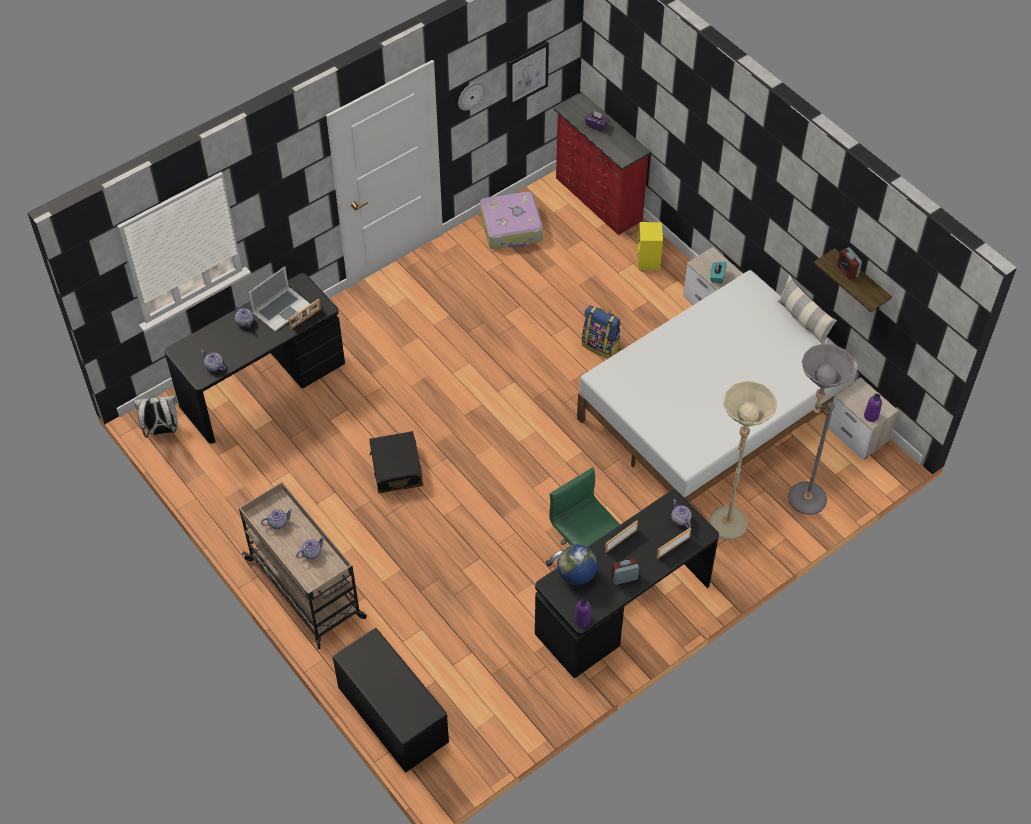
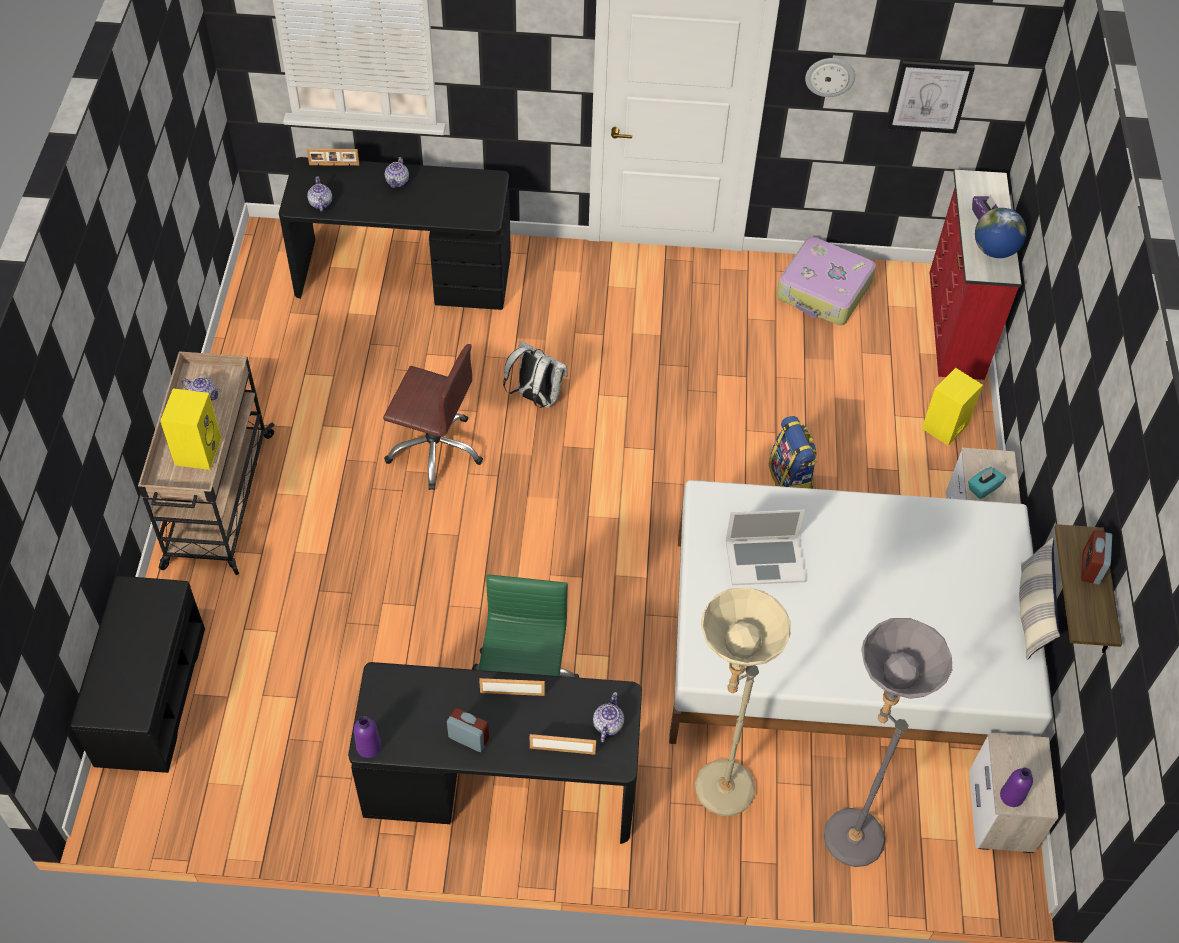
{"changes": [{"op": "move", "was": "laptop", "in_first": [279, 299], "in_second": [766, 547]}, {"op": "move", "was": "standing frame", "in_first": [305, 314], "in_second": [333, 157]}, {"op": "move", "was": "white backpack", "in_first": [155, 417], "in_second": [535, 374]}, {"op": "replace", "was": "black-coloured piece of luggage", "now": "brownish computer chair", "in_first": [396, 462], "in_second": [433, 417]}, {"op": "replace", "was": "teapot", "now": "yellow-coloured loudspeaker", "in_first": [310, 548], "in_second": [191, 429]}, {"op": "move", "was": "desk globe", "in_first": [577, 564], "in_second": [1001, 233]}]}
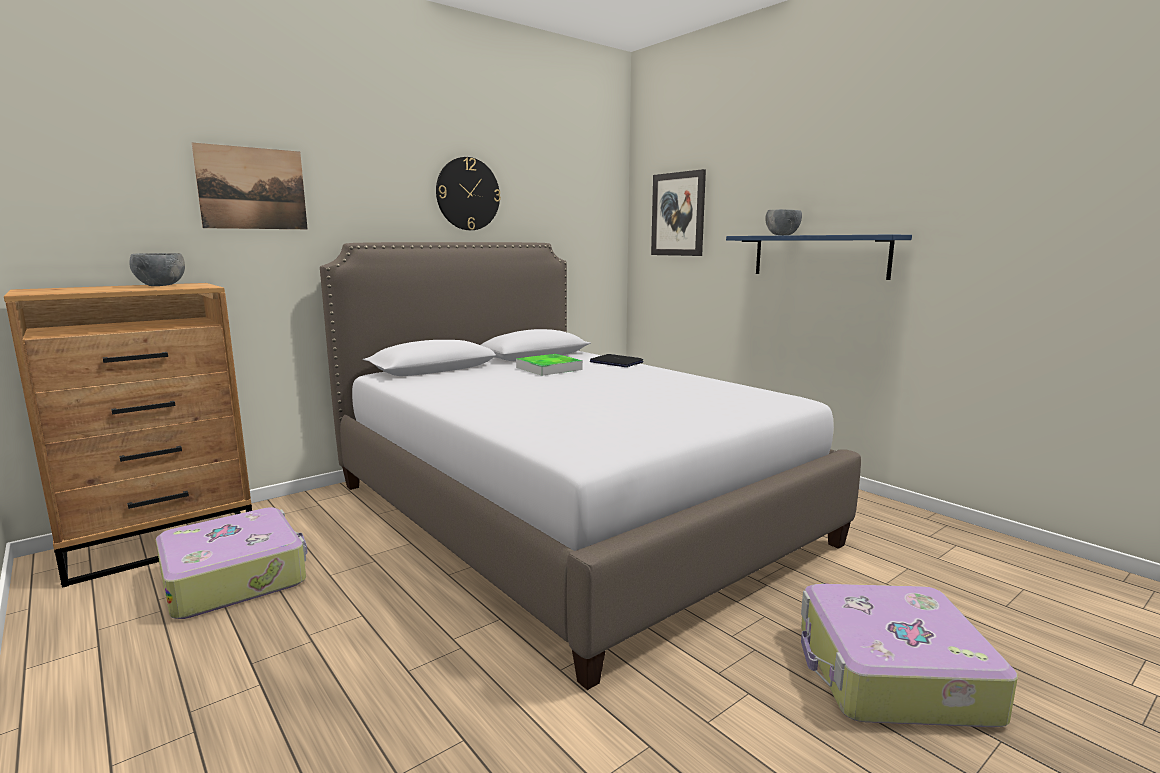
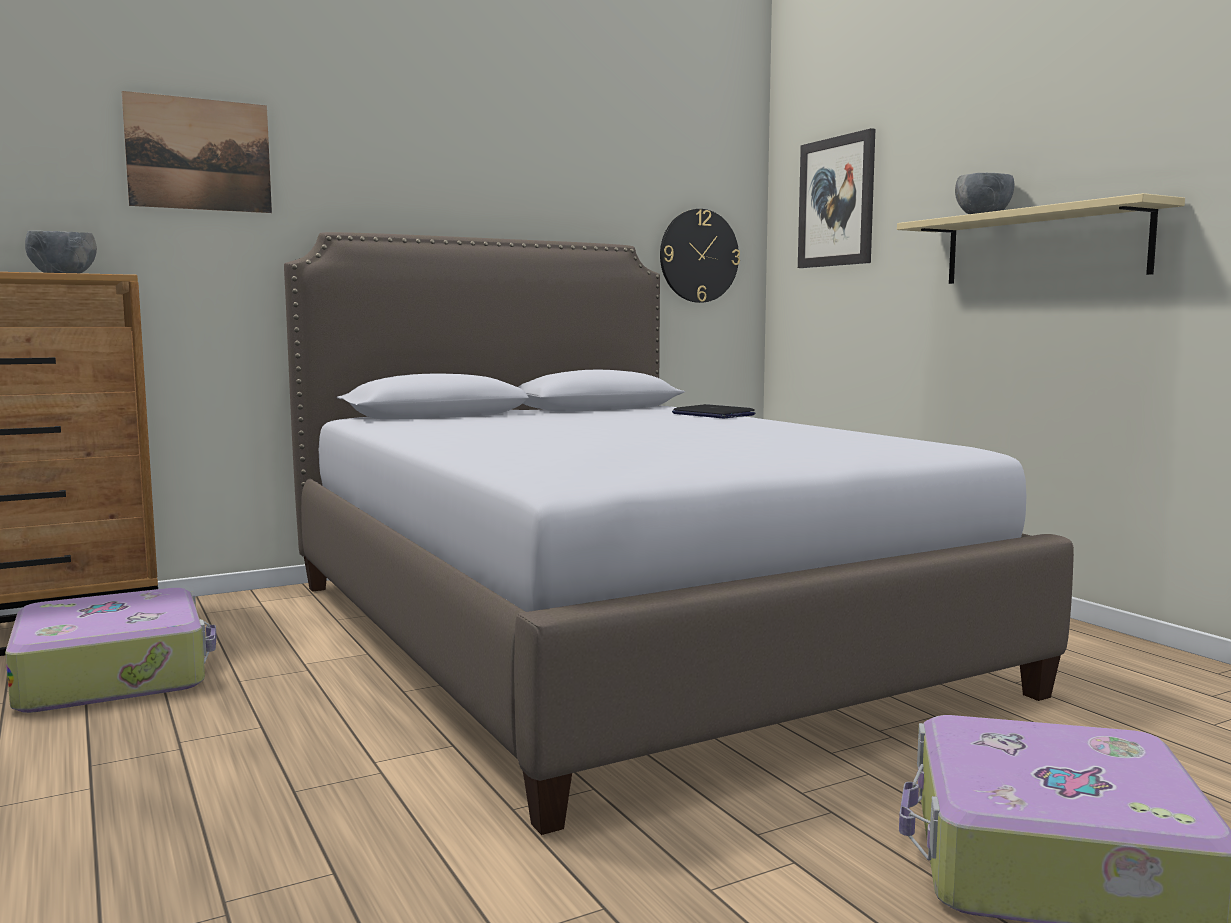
{"changes": [{"op": "move", "was": "hanging clock", "in_first": [468, 193], "in_second": [700, 256]}, {"op": "recolor", "was": "blue wall shelf", "now": "sand-coloured wall shelf", "in_first": [819, 257], "in_second": [1041, 238]}, {"op": "delete", "was": "serving tray", "in_first": [549, 365]}]}
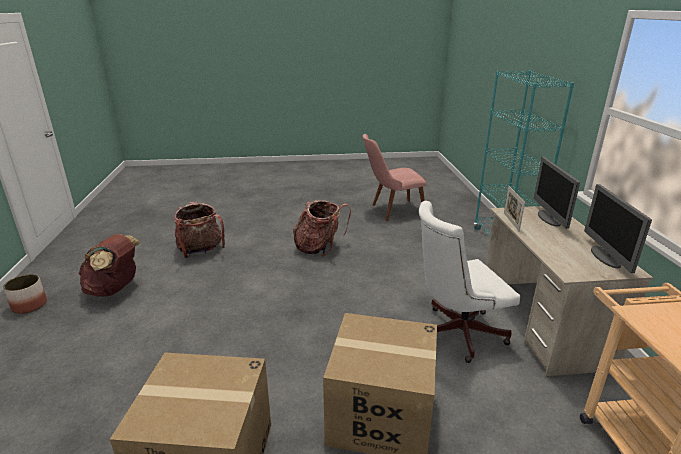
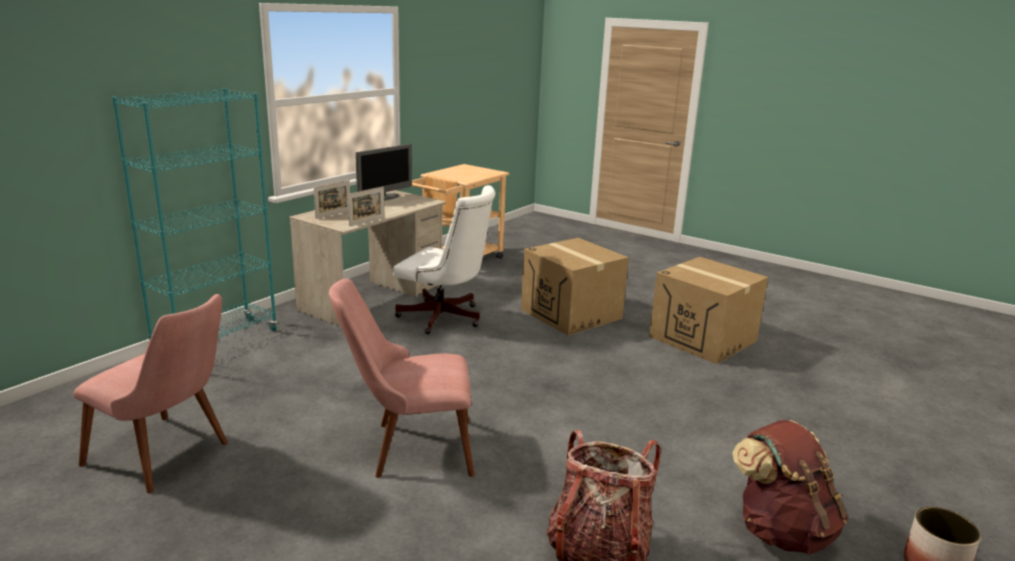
{"changes": [{"op": "replace", "was": "monitor", "now": "standing frame", "in_first": [557, 193], "in_second": [332, 199]}, {"op": "replace", "was": "backpack", "now": "pinkish plain chair", "in_first": [322, 228], "in_second": [402, 378]}]}
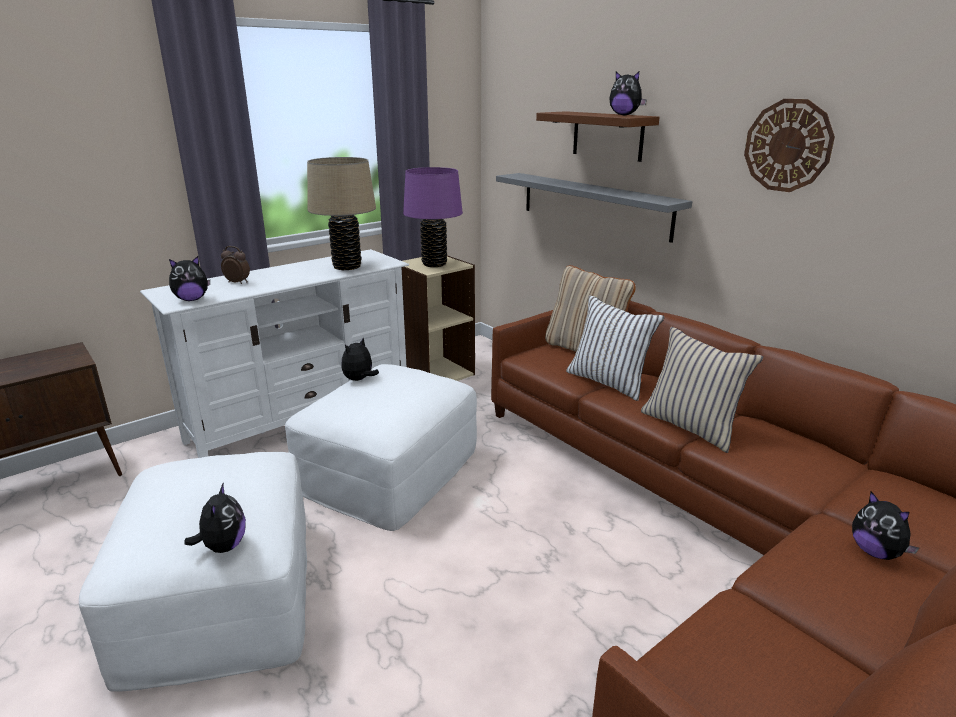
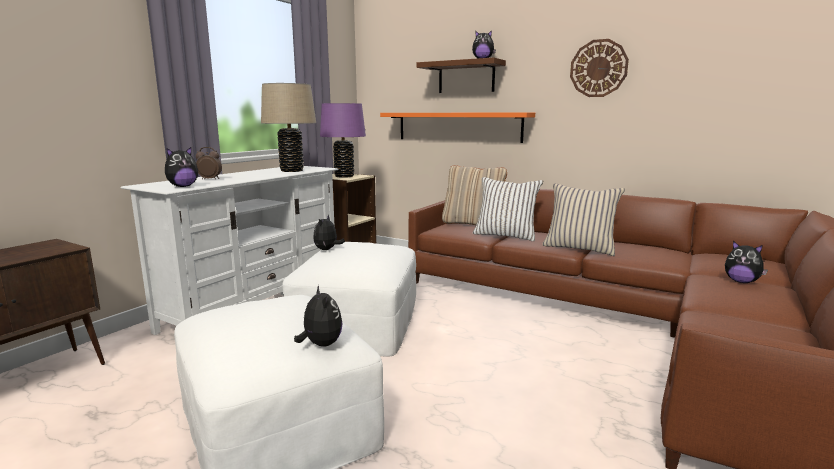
{"changes": [{"op": "recolor", "was": "gray wall shelf", "now": "orange-coloured wall shelf", "in_first": [594, 208], "in_second": [457, 127]}]}
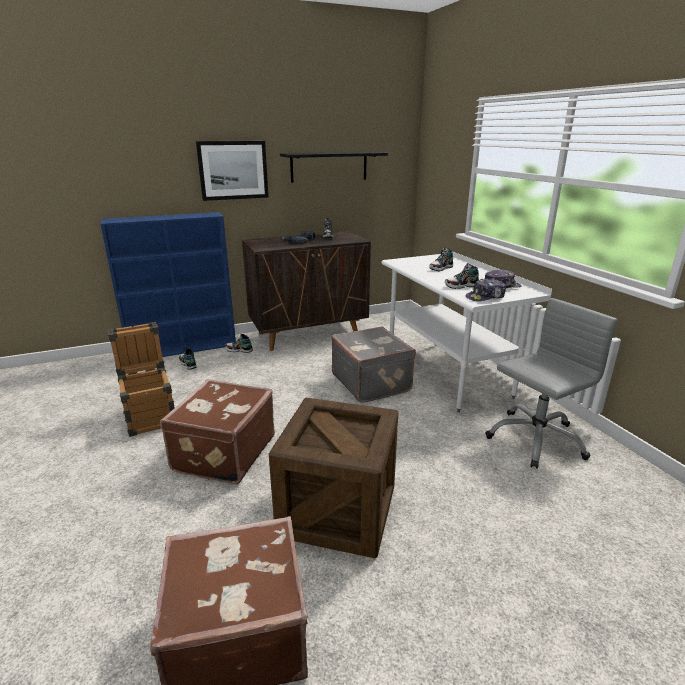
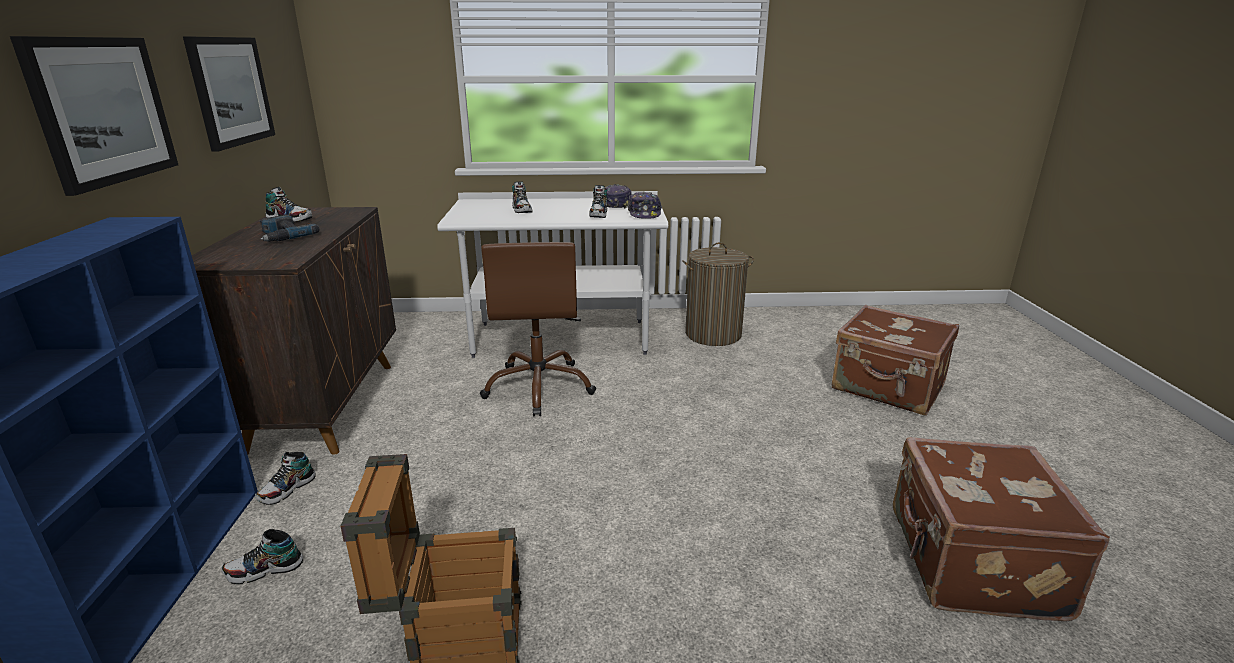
{"changes": [{"op": "replace", "was": "black-coloured wall shelf", "now": "picture", "in_first": [334, 167], "in_second": [229, 94]}, {"op": "replace", "was": "gray computer chair", "now": "washing basket", "in_first": [551, 383], "in_second": [718, 294]}, {"op": "replace", "was": "gray piece of luggage", "now": "brownish computer chair", "in_first": [374, 364], "in_second": [538, 329]}, {"op": "move", "was": "brownish piece of luggage", "in_first": [217, 431], "in_second": [895, 360]}, {"op": "delete", "was": "shipping crate", "in_first": [333, 478]}]}
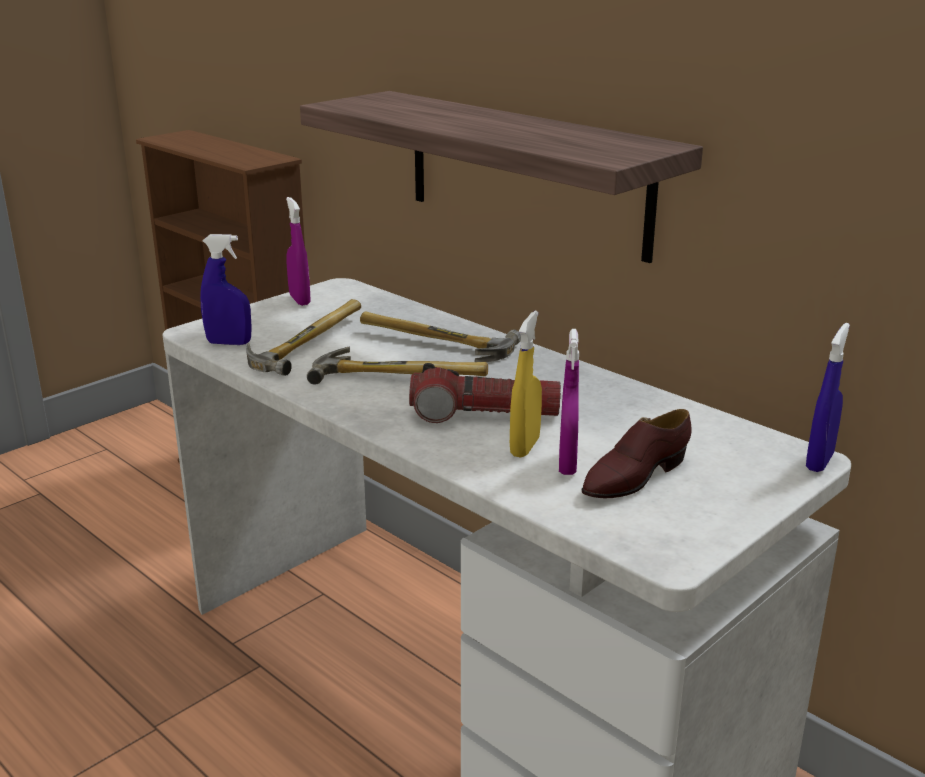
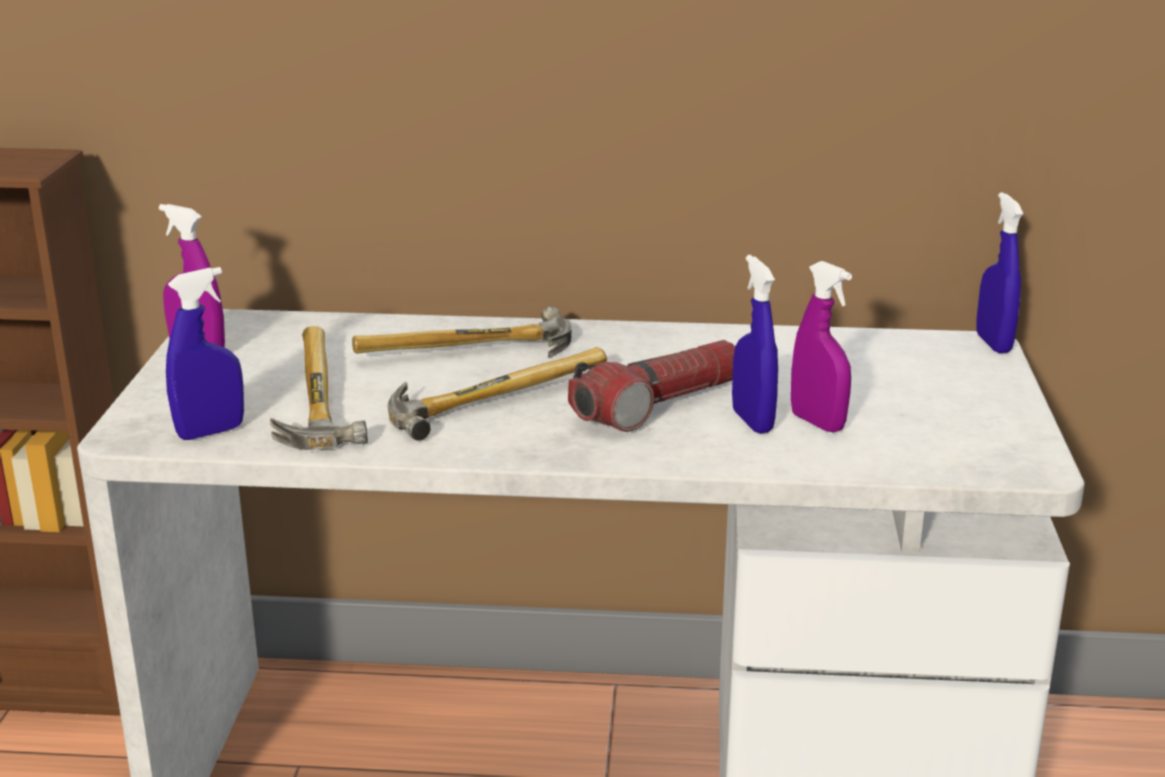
{"changes": [{"op": "delete", "was": "wall shelf", "in_first": [501, 177]}, {"op": "recolor", "was": "yellow-coloured spray bottle", "now": "blue spray bottle", "in_first": [526, 384], "in_second": [755, 344]}, {"op": "delete", "was": "brownish low shoe", "in_first": [637, 453]}]}
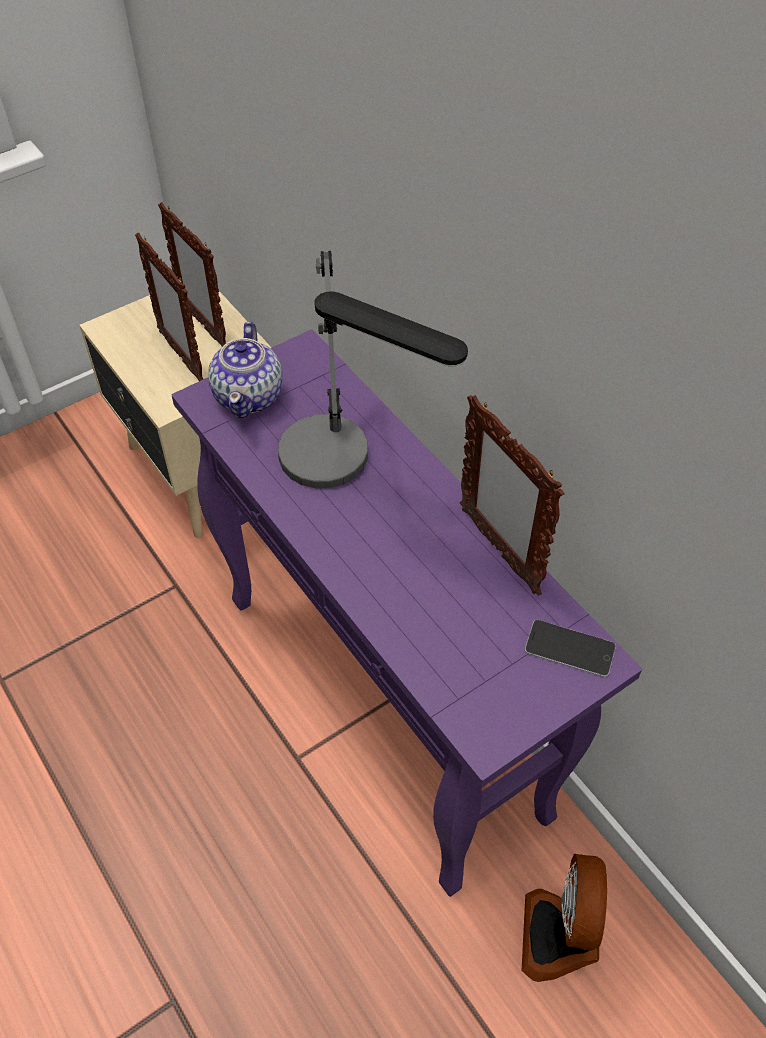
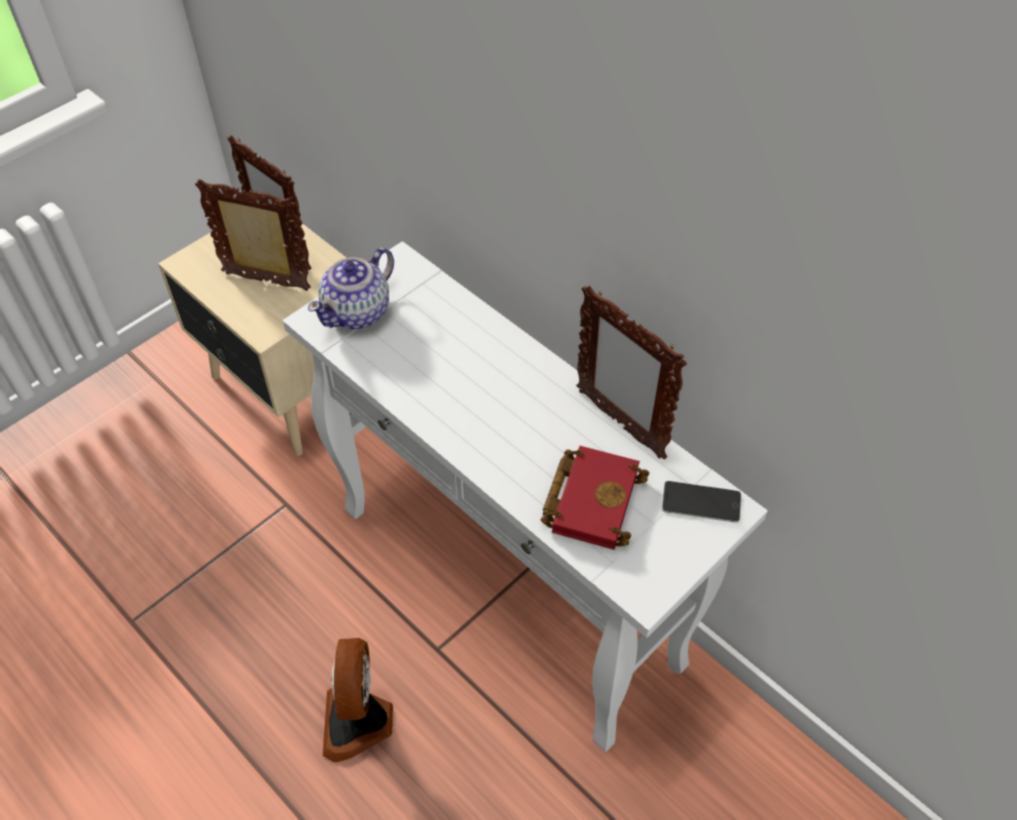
{"changes": [{"op": "rotate", "was": "standing frame", "in_first": [169, 307], "in_second": [253, 235], "clockwise": 150}, {"op": "delete", "was": "table lamp", "in_first": [373, 369]}, {"op": "rotate", "was": "teapot", "in_first": [245, 369], "in_second": [351, 288], "clockwise": 45}, {"op": "recolor", "was": "purple-coloured narrow table", "now": "white narrow table", "in_first": [407, 613], "in_second": [525, 496]}, {"op": "move", "was": "electric fan", "in_first": [564, 918], "in_second": [358, 700]}, {"op": "insert", "now": "red-coloured book", "in_second": [595, 498]}]}
